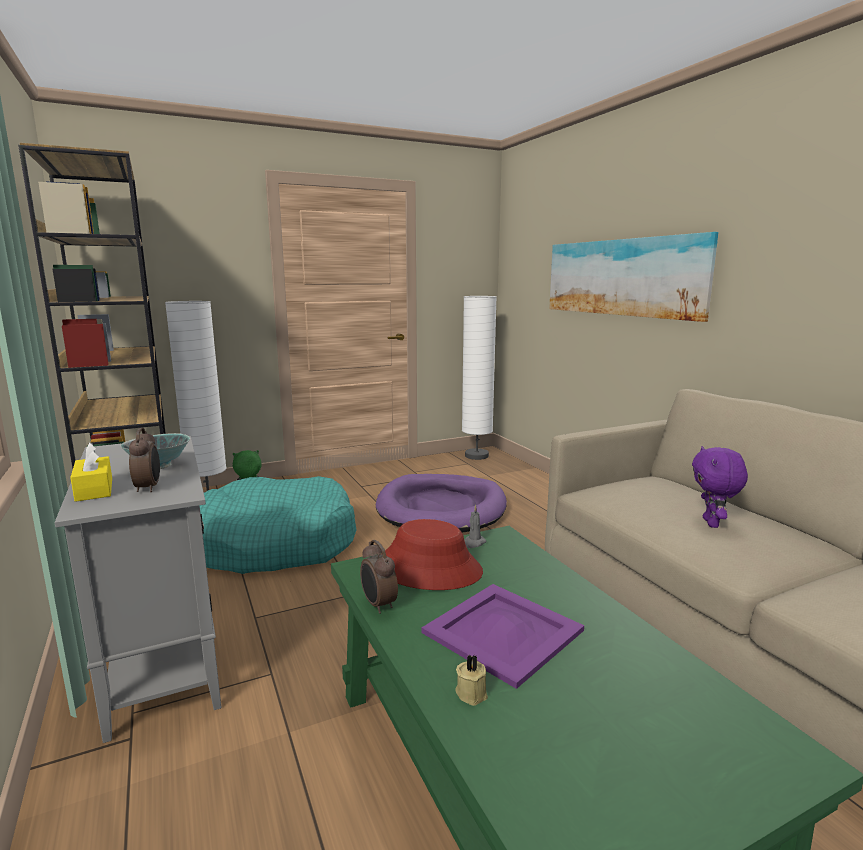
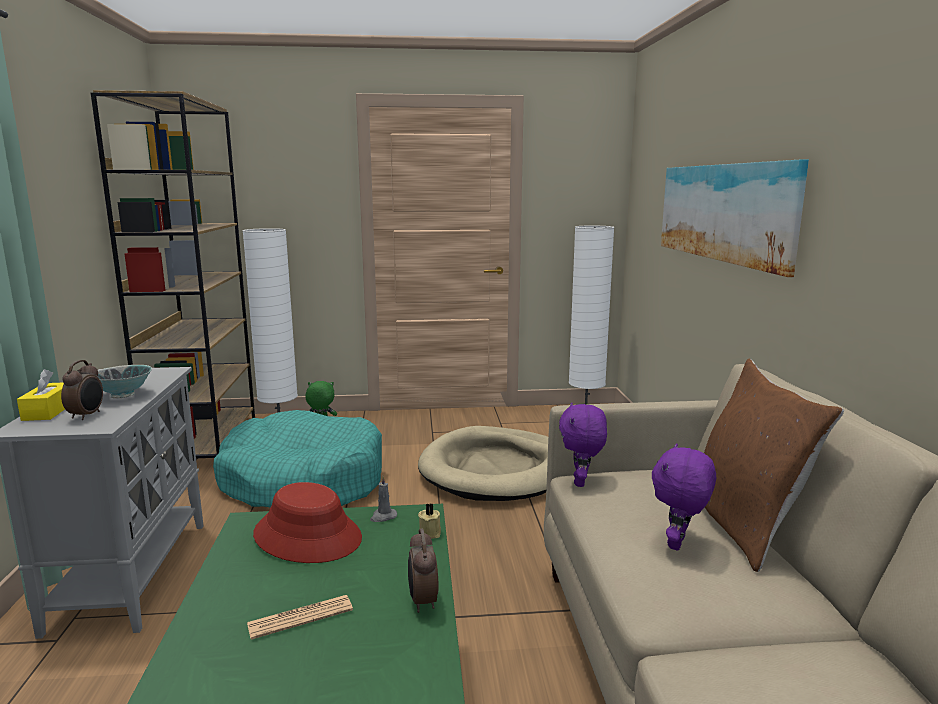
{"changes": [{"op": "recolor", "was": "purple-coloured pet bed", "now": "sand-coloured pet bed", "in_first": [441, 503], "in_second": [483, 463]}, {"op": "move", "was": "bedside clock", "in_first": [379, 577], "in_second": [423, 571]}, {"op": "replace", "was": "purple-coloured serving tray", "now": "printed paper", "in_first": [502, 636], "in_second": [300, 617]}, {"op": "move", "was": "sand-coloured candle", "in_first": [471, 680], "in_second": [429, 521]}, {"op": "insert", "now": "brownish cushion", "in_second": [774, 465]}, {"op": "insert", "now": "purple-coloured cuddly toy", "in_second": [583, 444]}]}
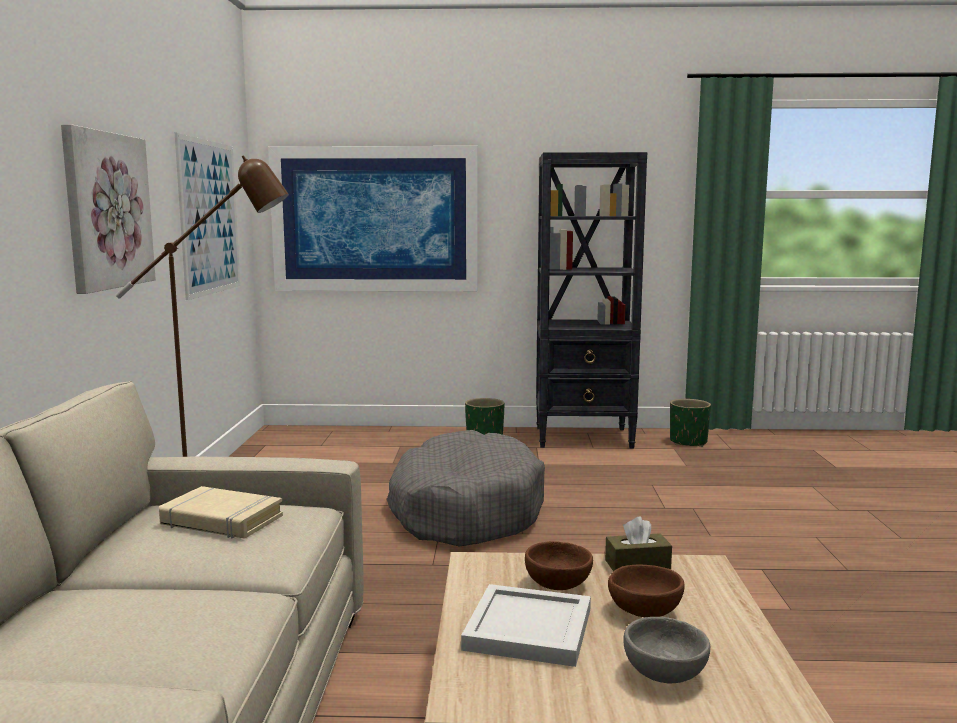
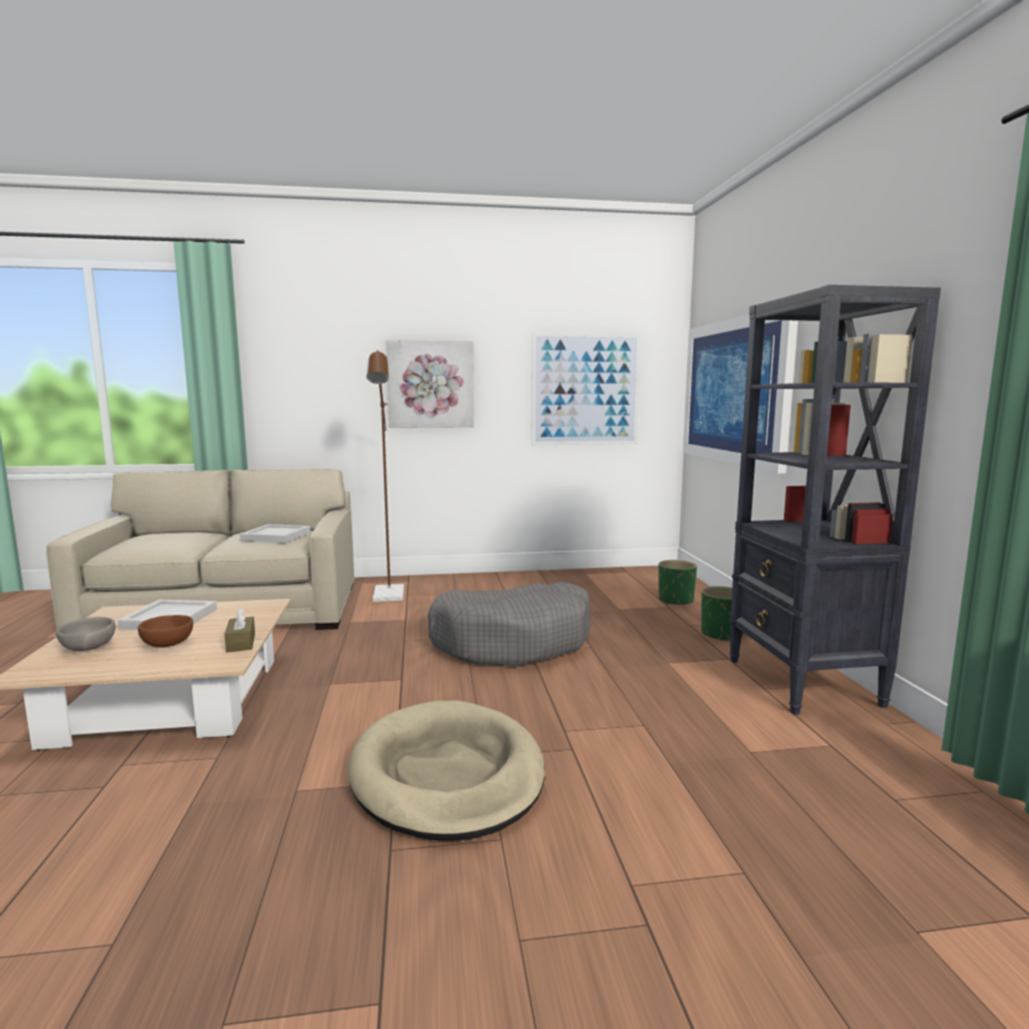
{"changes": [{"op": "move", "was": "greenish plant pot", "in_first": [690, 423], "in_second": [677, 582]}, {"op": "replace", "was": "sand-coloured book", "now": "white serving tray", "in_first": [221, 512], "in_second": [275, 533]}, {"op": "delete", "was": "brownish bowl", "in_first": [559, 565]}, {"op": "insert", "now": "sand-coloured pet bed", "in_second": [446, 770]}]}
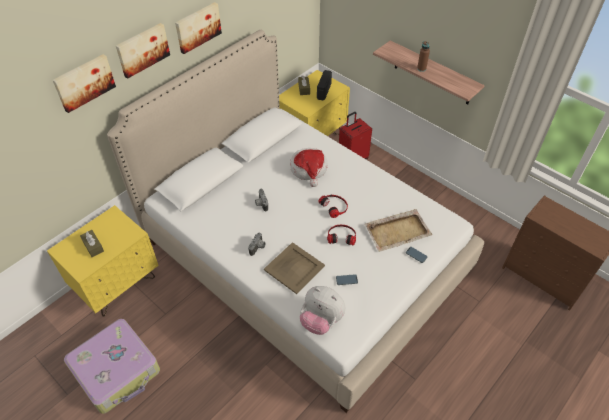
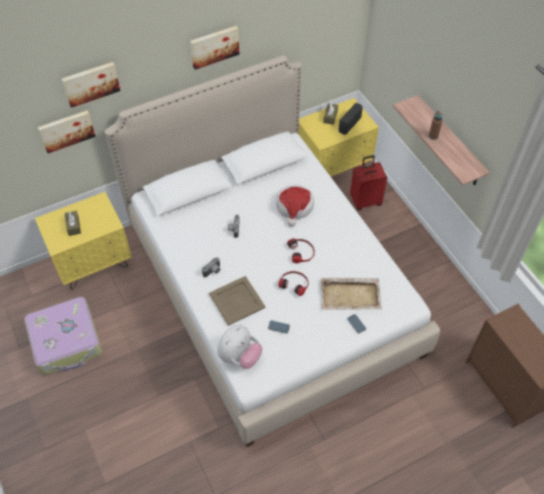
{"changes": [{"op": "move", "was": "picture", "in_first": [143, 51], "in_second": [66, 132]}, {"op": "rotate", "was": "cuddly toy", "in_first": [322, 310], "in_second": [239, 347], "clockwise": -105}]}
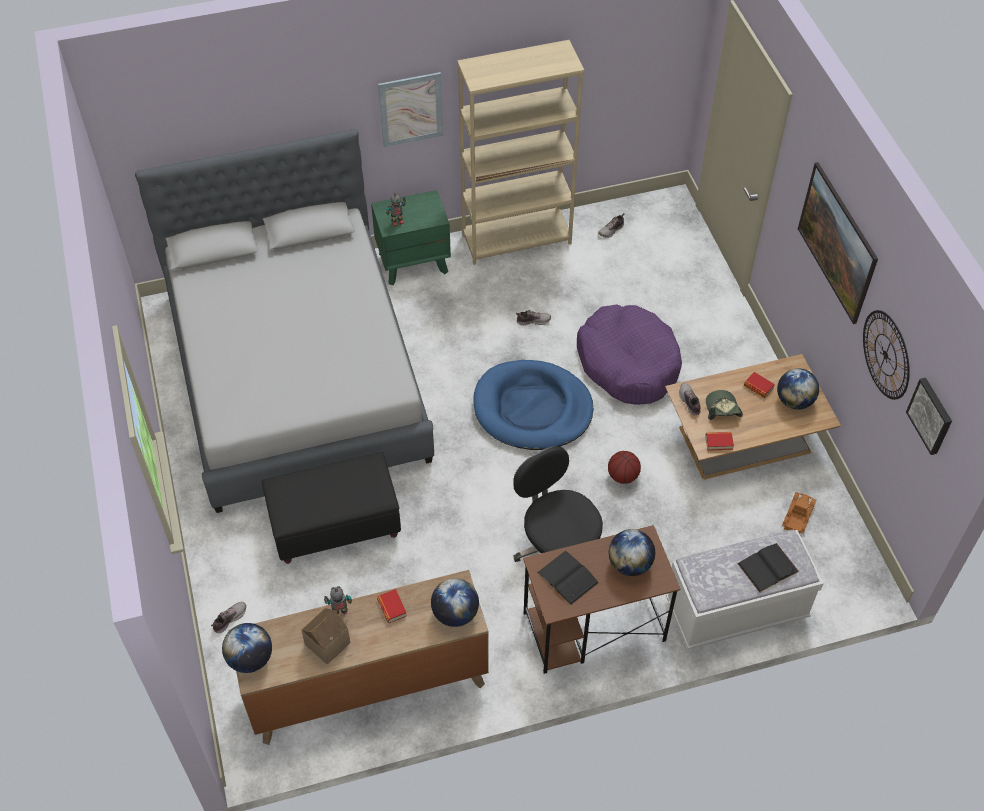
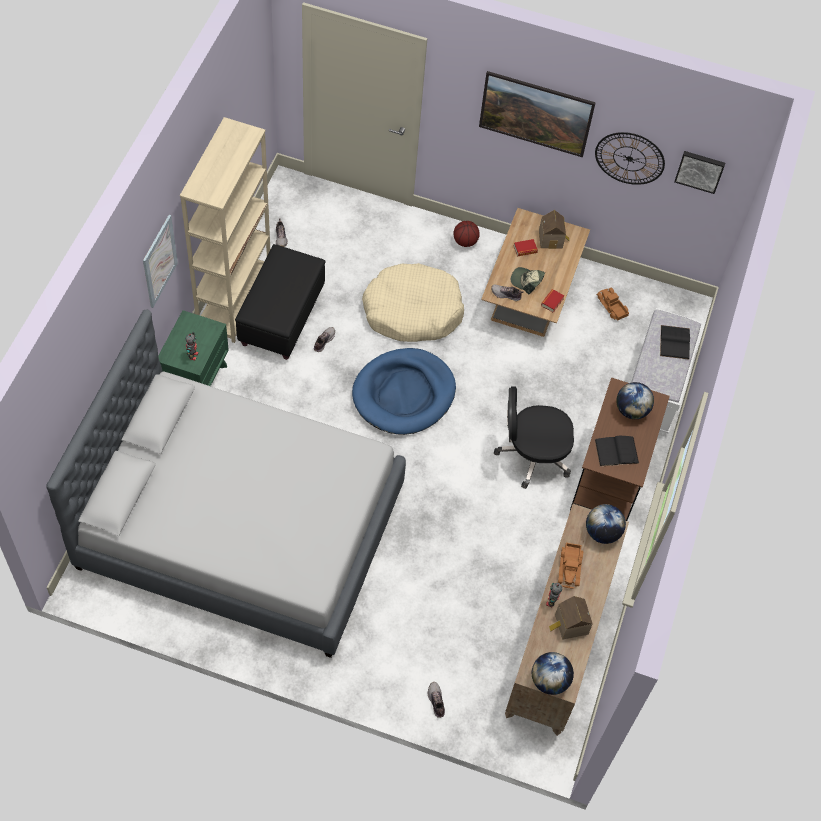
{"changes": [{"op": "recolor", "was": "purple-coloured pet bed", "now": "sand-coloured pet bed", "in_first": [629, 354], "in_second": [413, 302]}, {"op": "replace", "was": "desk globe", "now": "miniature house", "in_first": [798, 389], "in_second": [554, 229]}, {"op": "move", "was": "basketball ball", "in_first": [624, 467], "in_second": [466, 234]}, {"op": "move", "was": "black-coloured ottoman", "in_first": [331, 508], "in_second": [280, 302]}, {"op": "replace", "was": "book", "now": "model truck", "in_first": [392, 606], "in_second": [570, 566]}]}
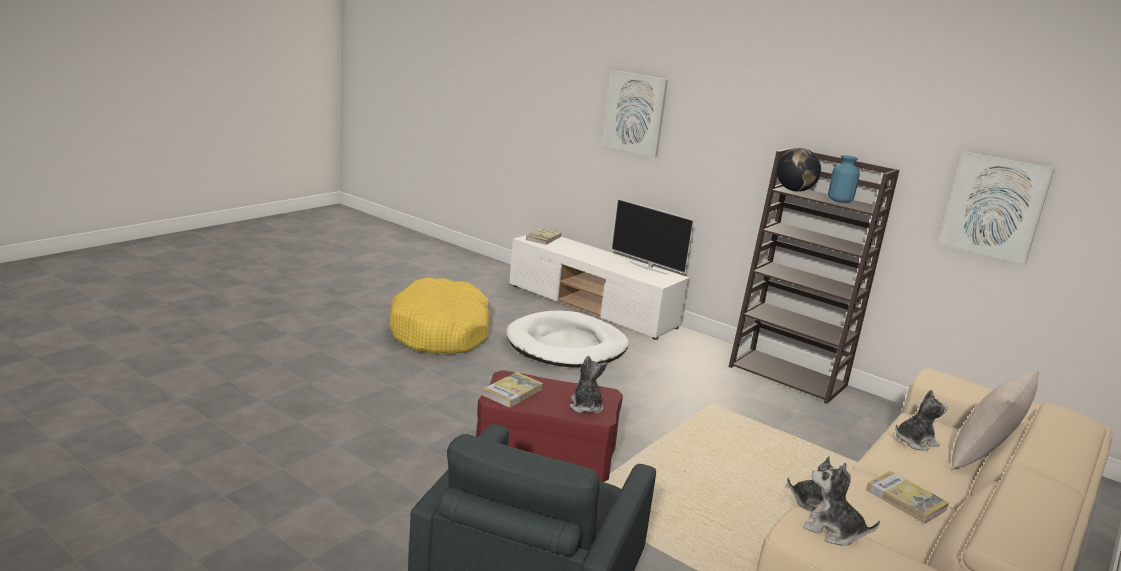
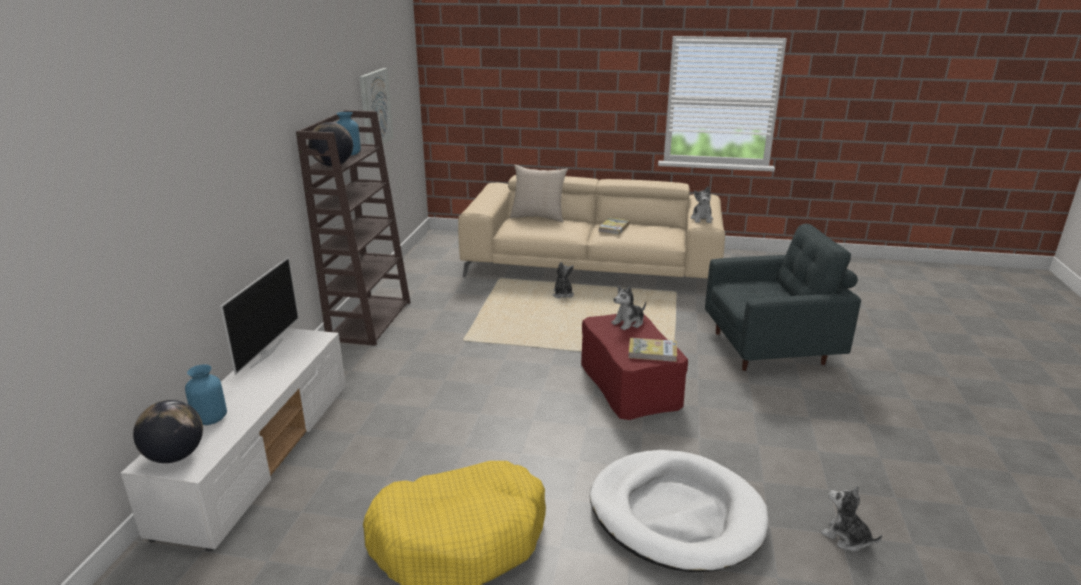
{"changes": [{"op": "delete", "was": "picture", "in_first": [635, 113]}, {"op": "replace", "was": "book", "now": "desk globe", "in_first": [544, 236], "in_second": [168, 431]}, {"op": "move", "was": "white pet bed", "in_first": [567, 339], "in_second": [679, 511]}, {"op": "move", "was": "cuddly toy", "in_first": [921, 420], "in_second": [851, 518]}, {"op": "insert", "now": "blue vase", "in_second": [206, 395]}]}
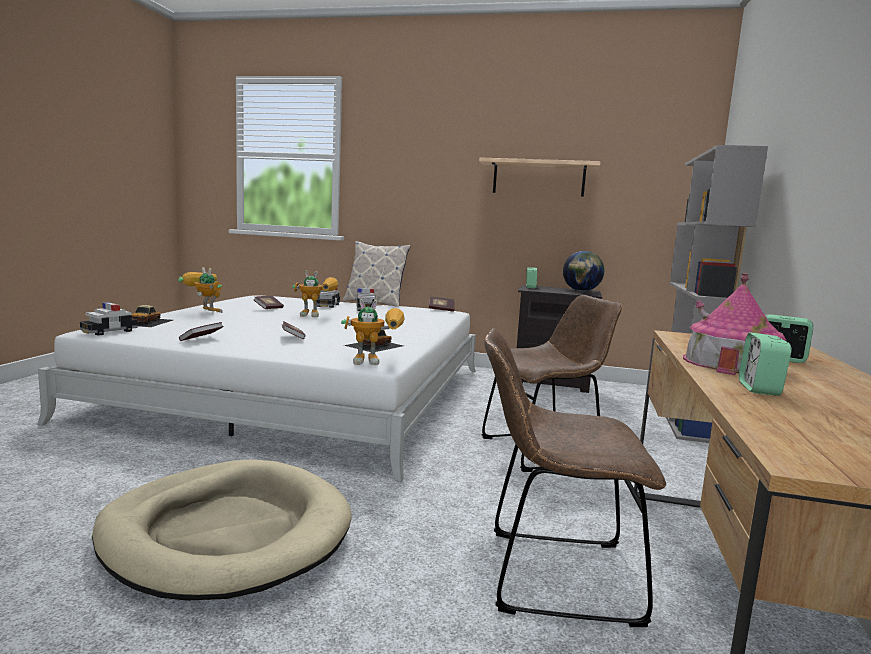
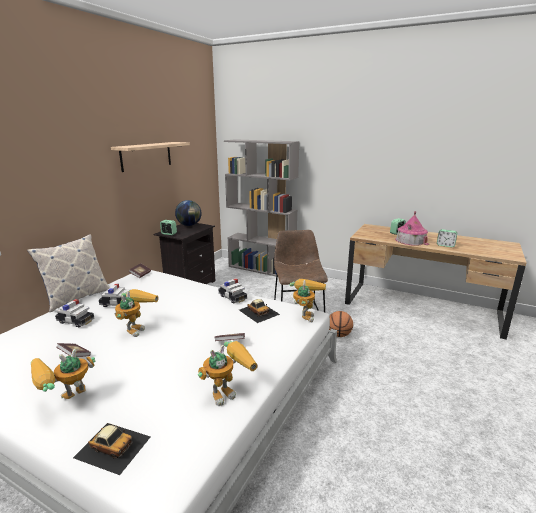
{"changes": [{"op": "move", "was": "miniature car", "in_first": [108, 319], "in_second": [233, 291]}, {"op": "replace", "was": "book", "now": "robot figure", "in_first": [201, 331], "in_second": [228, 373]}, {"op": "delete", "was": "brownish plain chair", "in_first": [575, 477]}, {"op": "delete", "was": "sand-coloured pet bed", "in_first": [221, 530]}, {"op": "insert", "now": "basketball ball", "in_second": [341, 324]}]}
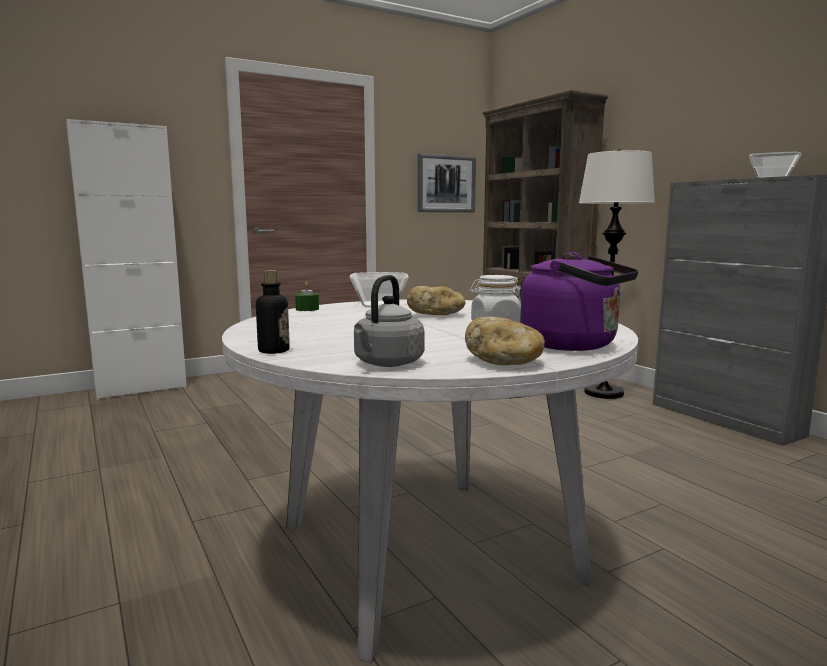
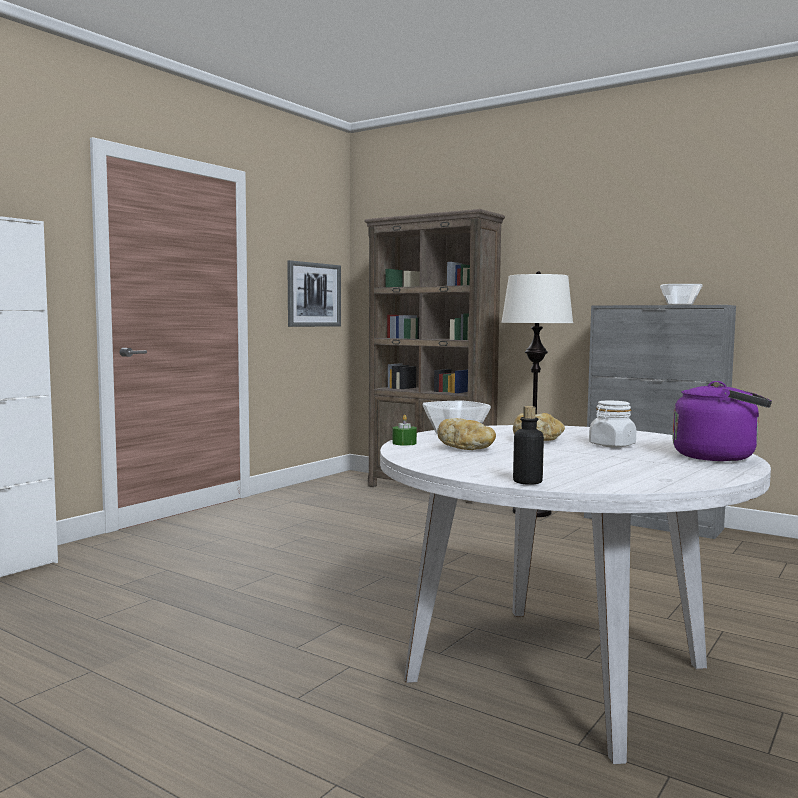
{"changes": [{"op": "delete", "was": "gray tea kettle", "in_first": [389, 321]}, {"op": "move", "was": "baked bread", "in_first": [505, 341], "in_second": [466, 434]}]}
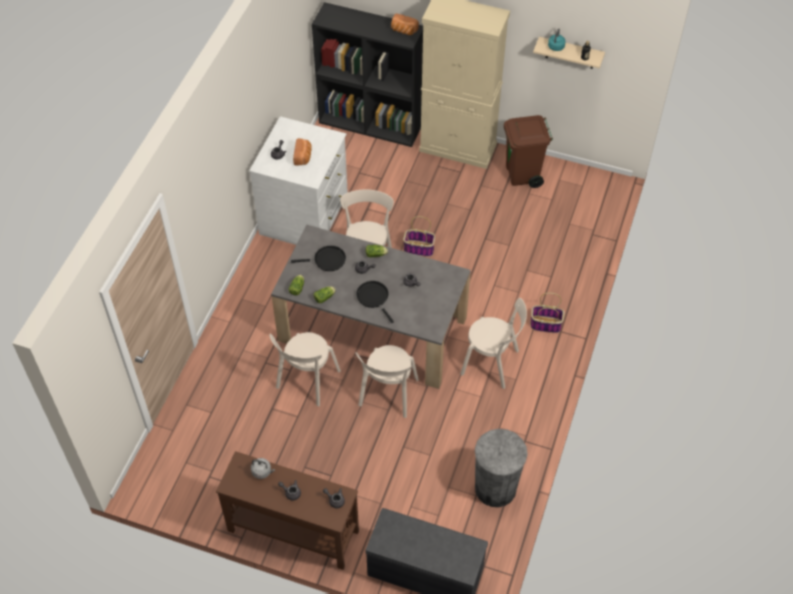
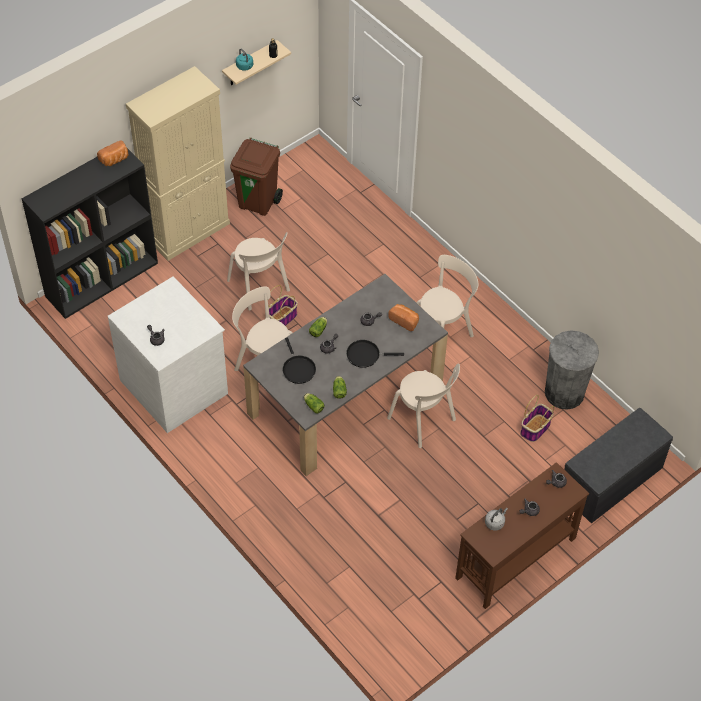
{"changes": [{"op": "move", "was": "baked bread", "in_first": [302, 152], "in_second": [403, 317]}, {"op": "rotate", "was": "black-coloured frying pan", "in_first": [318, 258], "in_second": [299, 361], "clockwise": 135}, {"op": "move", "was": "storage basket", "in_first": [547, 313], "in_second": [537, 418]}, {"op": "move", "was": "sand-coloured plain chair", "in_first": [305, 369], "in_second": [258, 271]}]}
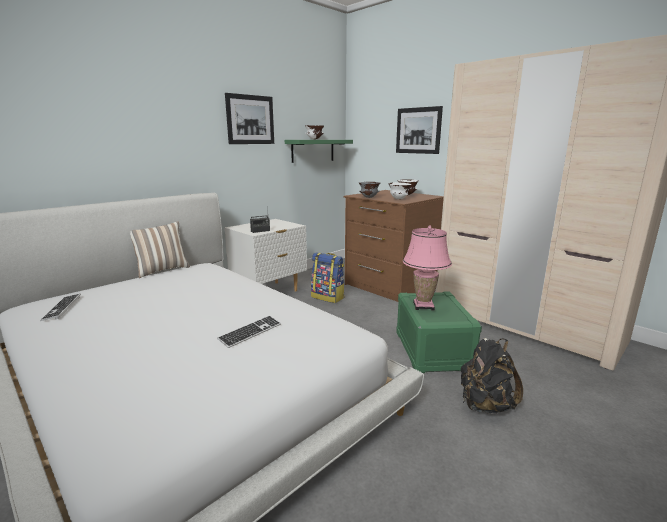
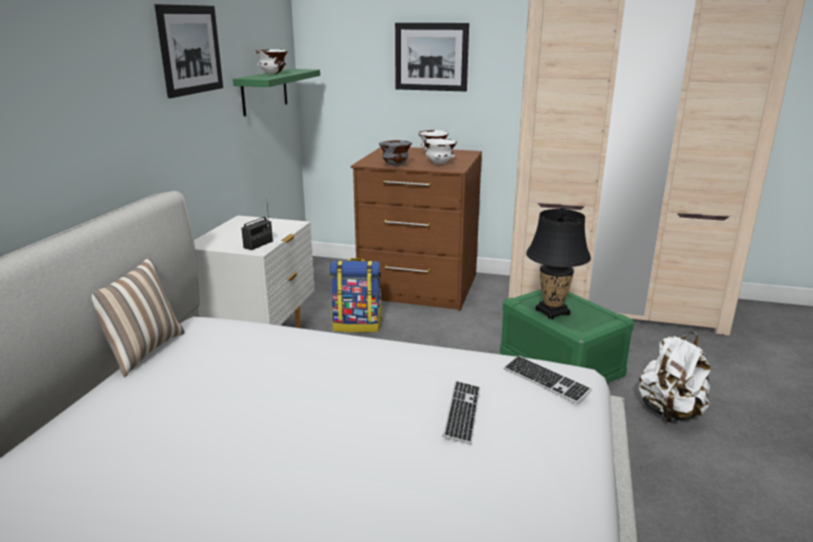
{"changes": [{"op": "recolor", "was": "pinkish table lamp", "now": "black-coloured table lamp", "in_first": [427, 268], "in_second": [558, 263]}, {"op": "move", "was": "computer keyboard", "in_first": [60, 307], "in_second": [548, 379]}, {"op": "recolor", "was": "black-coloured backpack", "now": "white backpack", "in_first": [492, 376], "in_second": [675, 377]}]}
